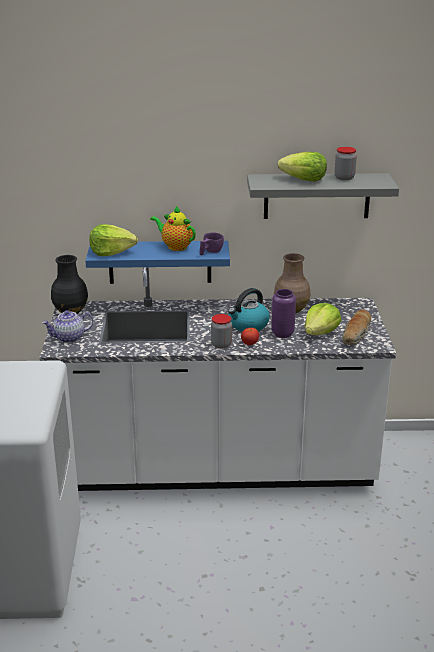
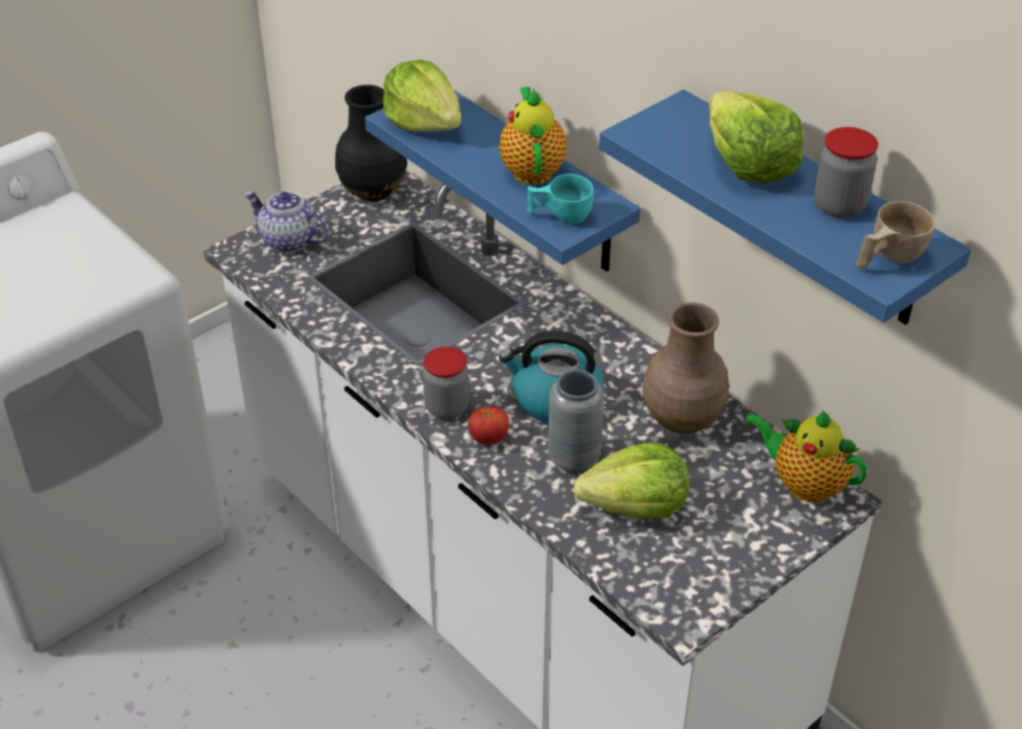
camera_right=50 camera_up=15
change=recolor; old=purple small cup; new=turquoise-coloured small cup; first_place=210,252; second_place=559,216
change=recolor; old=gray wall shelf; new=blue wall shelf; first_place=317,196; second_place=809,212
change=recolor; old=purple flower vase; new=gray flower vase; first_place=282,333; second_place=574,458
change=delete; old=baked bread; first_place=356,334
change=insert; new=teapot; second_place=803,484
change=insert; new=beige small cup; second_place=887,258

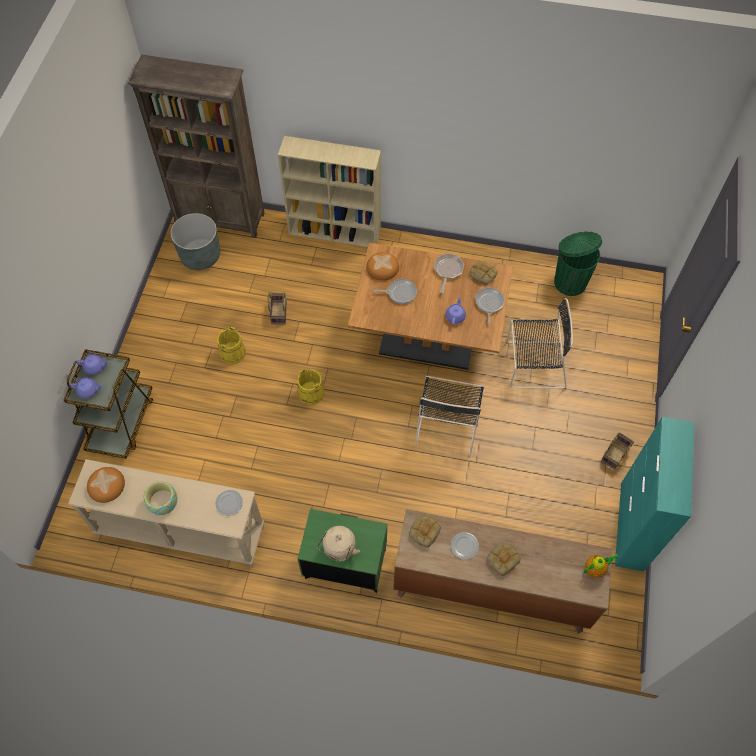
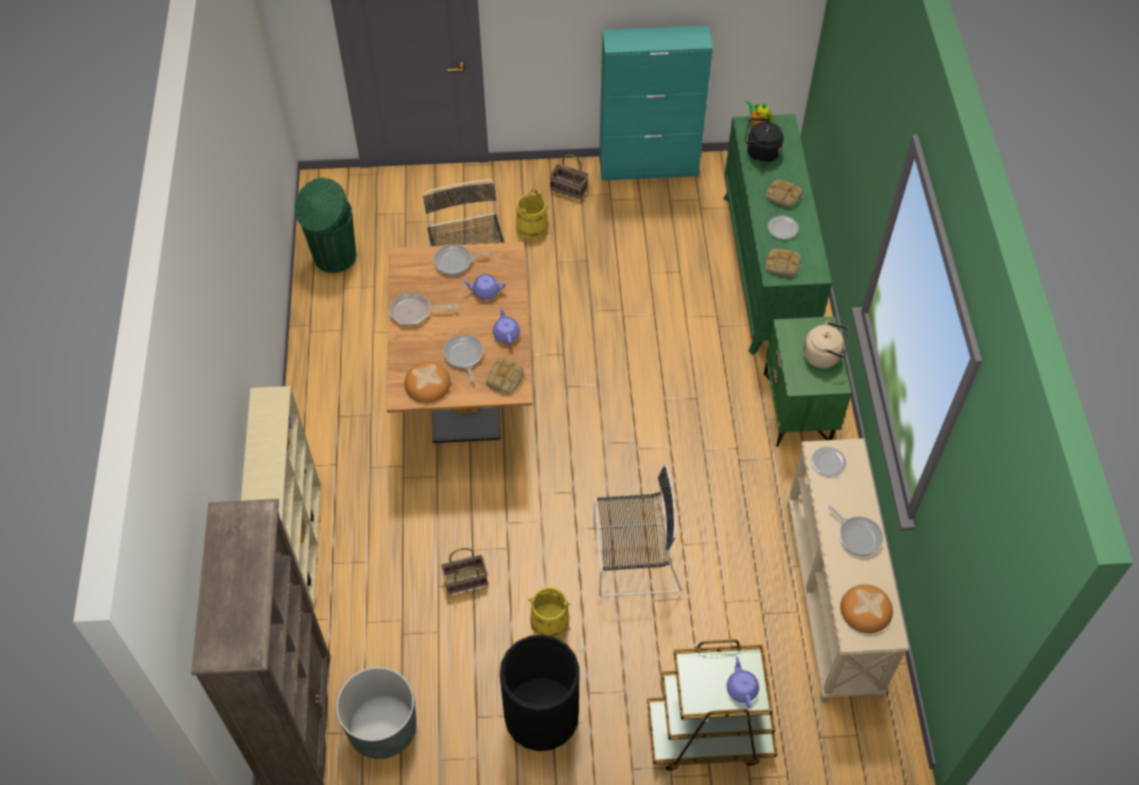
camera_right=-105 camera_up=-5
change=move; old=purple teapot; first_place=95,367; second_place=506,333
change=replace; old=bowl; new=pan; first_place=162,501; second_place=858,536
change=move; old=yellow-coloured pail; first_place=311,393; second_place=532,227
change=recolor; old=brown-coloured dresser; new=greenish dresser; first_place=491,588; second_place=766,271
change=move; old=black chair; first_place=447,423; second_place=632,559
change=move; old=baked bread; first_place=482,274; second_place=505,379
change=insert; new=black rubbish bin; second_place=541,716
change=insert; new=black tea kettle; second_place=760,152

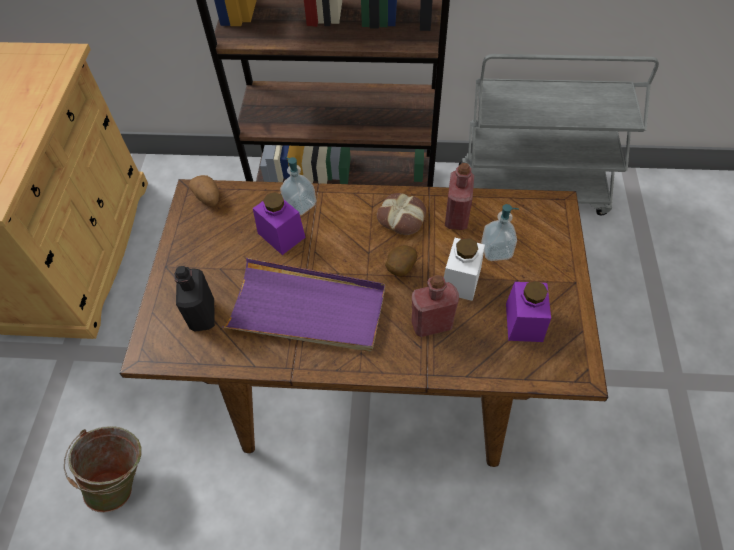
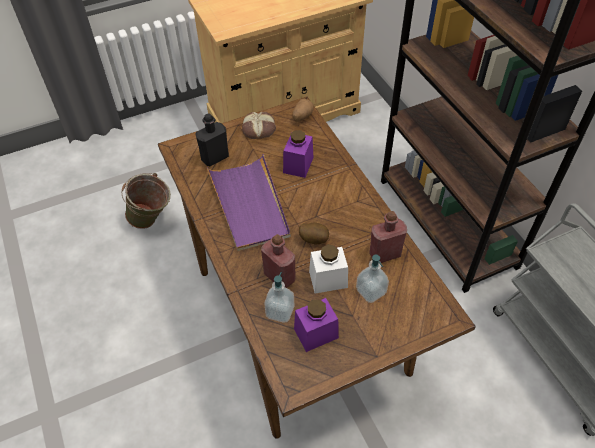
camera_right=60 camera_up=-5
change=move; old=soap bottle; first_place=300,205; second_place=280,311
change=move; old=baked bread; first_place=402,217; second_place=259,129

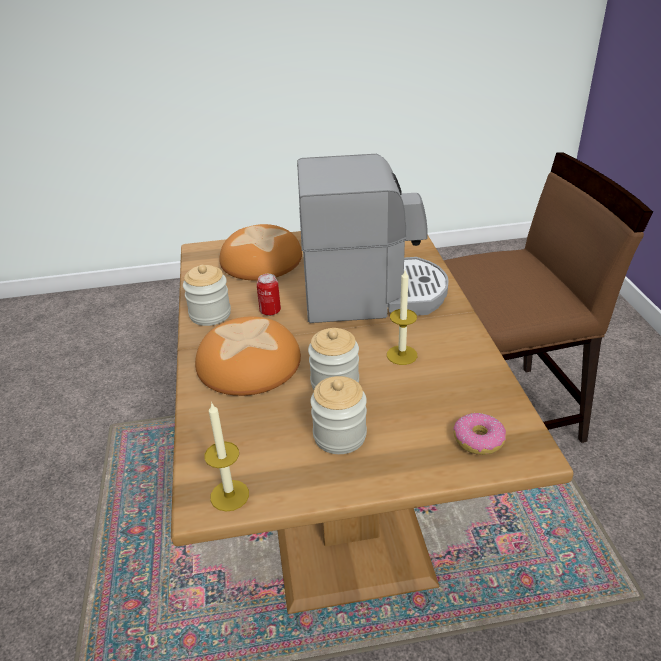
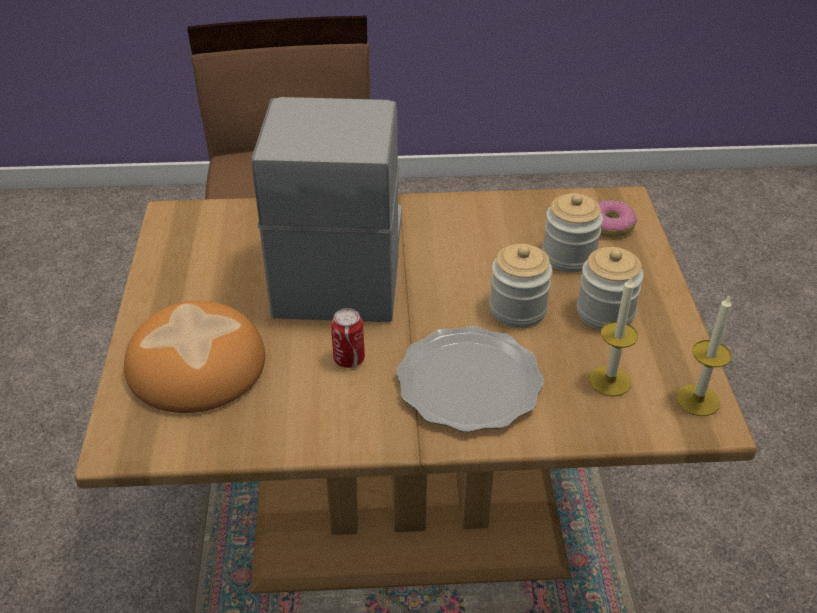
camera_right=-85 camera_up=5
change=move; old=jar; first_place=210,314; second_place=568,256
change=replace; old=baked bread; new=flat dish; first_place=248,364; second_place=469,383
change=move; old=wax candle; first_place=402,355; second_place=609,381

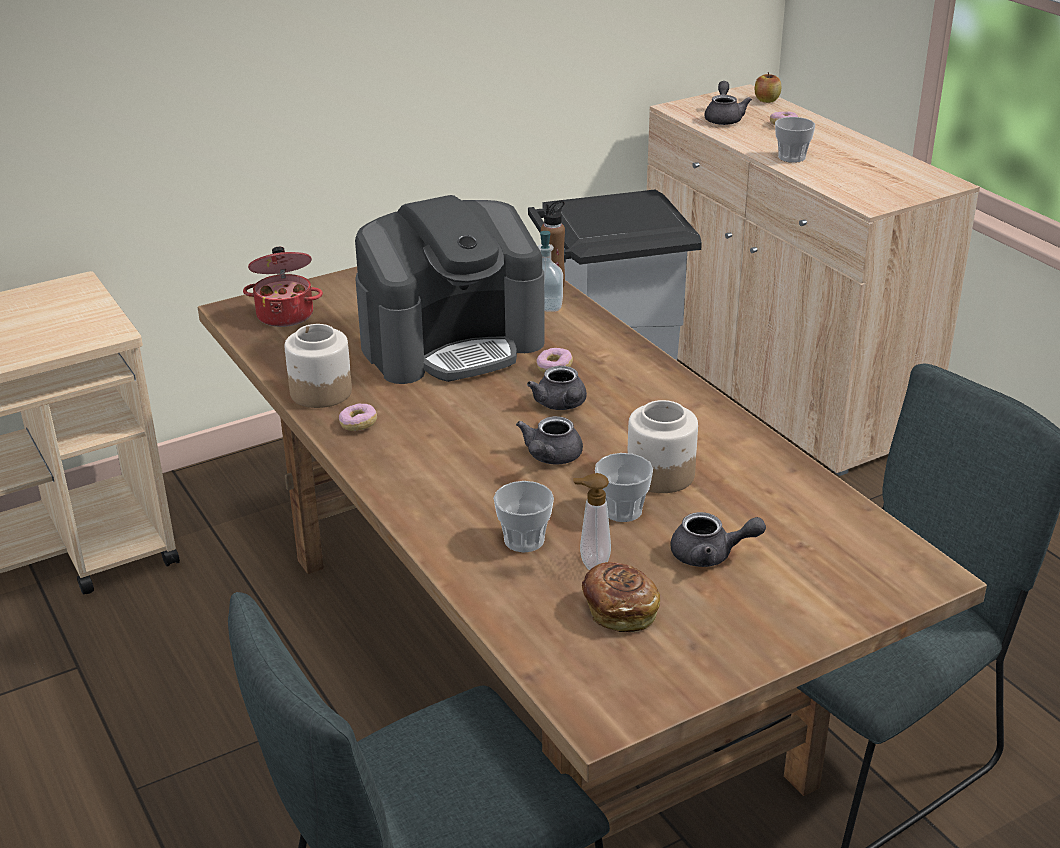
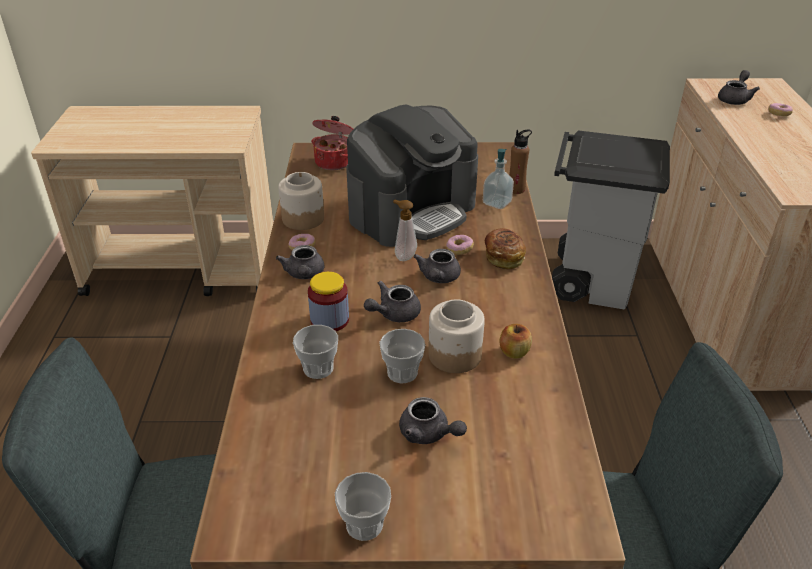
camera_right=30 camera_up=5
change=rotate; old=coffee maker; first_place=452,343; second_place=412,211; degrees=-45
change=move; old=soap bottle; first_place=591,563; second_place=404,256
change=move; old=baked bread; first_place=619,611; second_place=503,257
change=move; old=apple fruit; first_place=766,100; second_place=514,352
change=move; old=small cup; first_place=791,157; second_place=364,525
change=insert; new=gray teapot; second_place=304,274
change=insert; new=jar; second_place=329,320

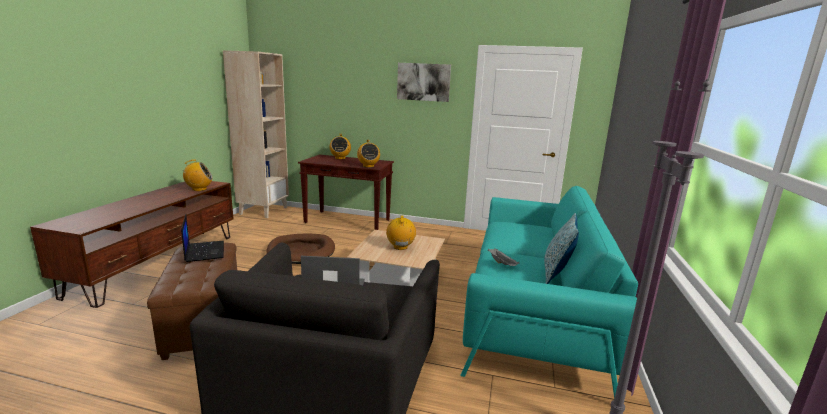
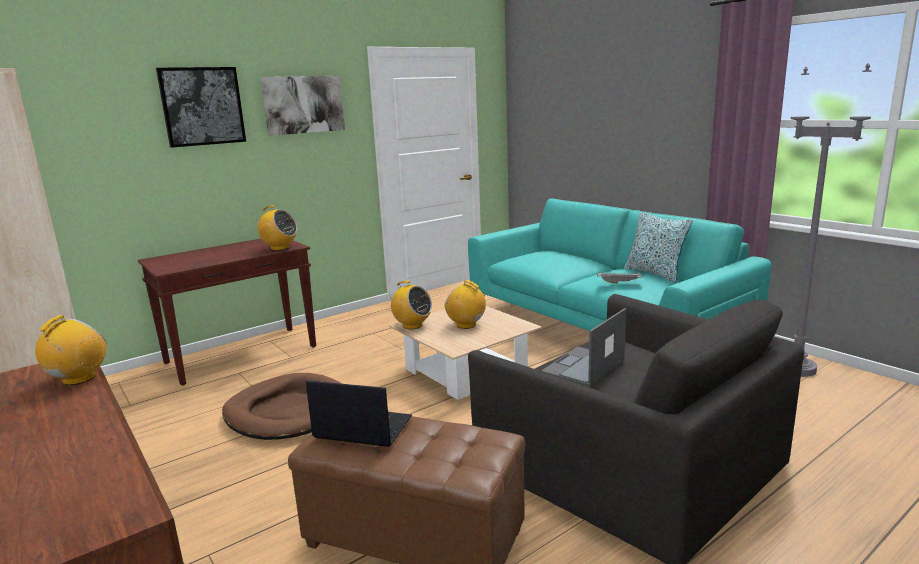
camera_right=-50 camera_up=0
change=move; old=radio set; first_place=340,158; second_place=412,325
change=insert; new=picture; second_place=202,106

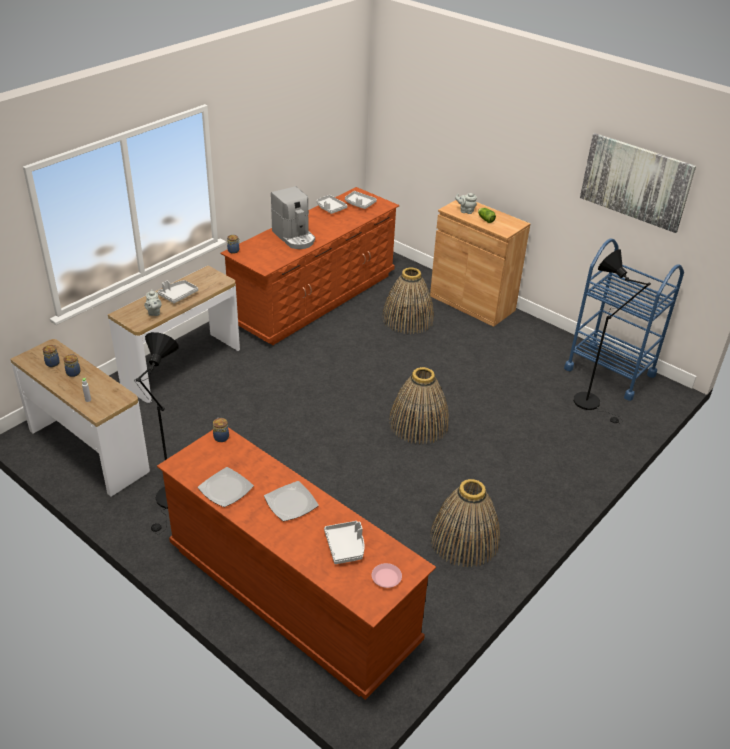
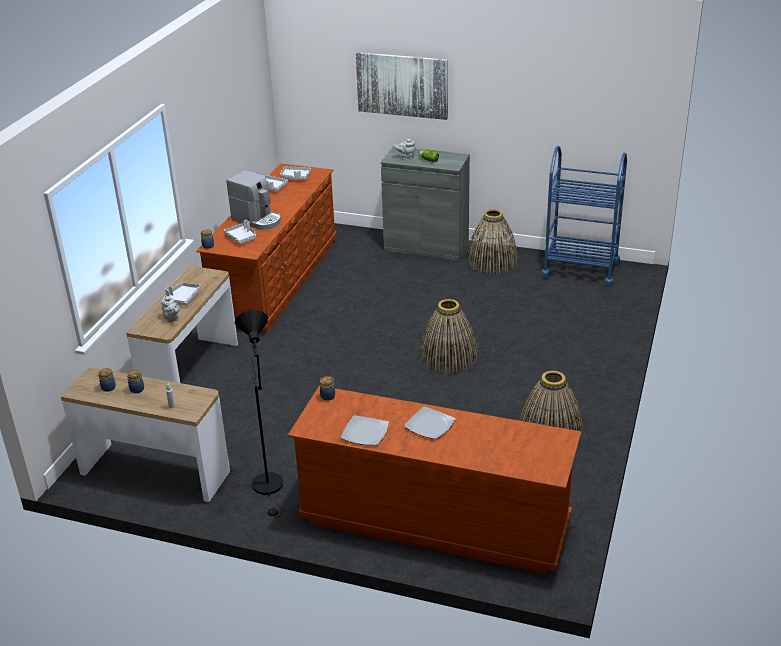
camera_right=-20 camera_up=-5
change=move; old=gray tray; first_place=345,546; second_place=242,237
change=delete; old=pink flat dish; first_place=386,577
change=move; old=household basket; first_place=407,319; second_place=492,261
change=recolor; old=brown-coloured cupboard; new=gray cupboard; first_place=472,303; second_place=426,246
change=delete; old=black standing lamp; first_place=591,404
change=move; old=picture; first_place=635,182; second_place=402,85

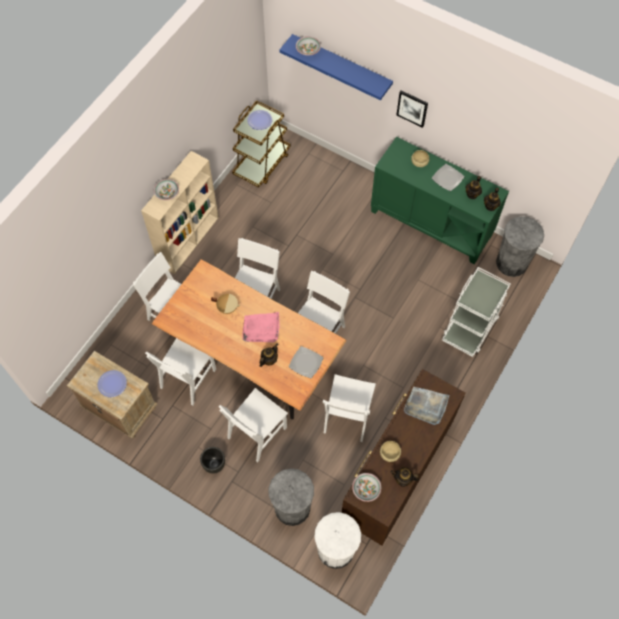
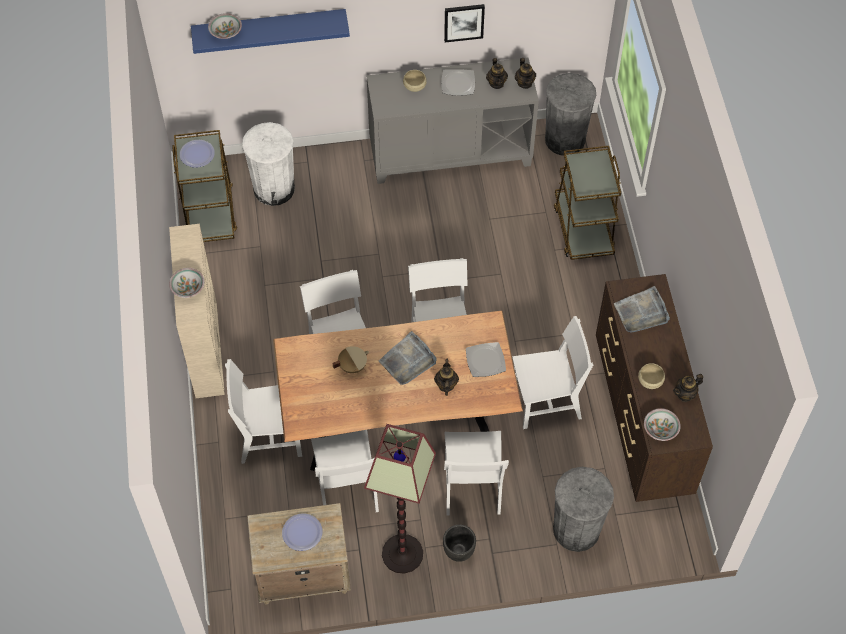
camera_right=-40 camera_up=-5
change=recolor; old=pink tray; new=gray tray; first_place=261,328; second_place=408,361
change=move; old=white-coloured rubbish bin; first_place=335,550; second_place=274,189
change=rotate; old=white-coloured chair; first_place=347,416; second_place=546,401; degrees=-75
change=recolor; old=greenish cupboard; new=gray cupboard; first_place=431,222; second_place=450,153
change=move; old=picture; first_place=412,108; second_place=464,22
change=recolor; old=white-coloured cart; new=brown-coloured cart; first_place=470,327; second_place=583,229
change=insert; new=standing lamp; second_place=402,554

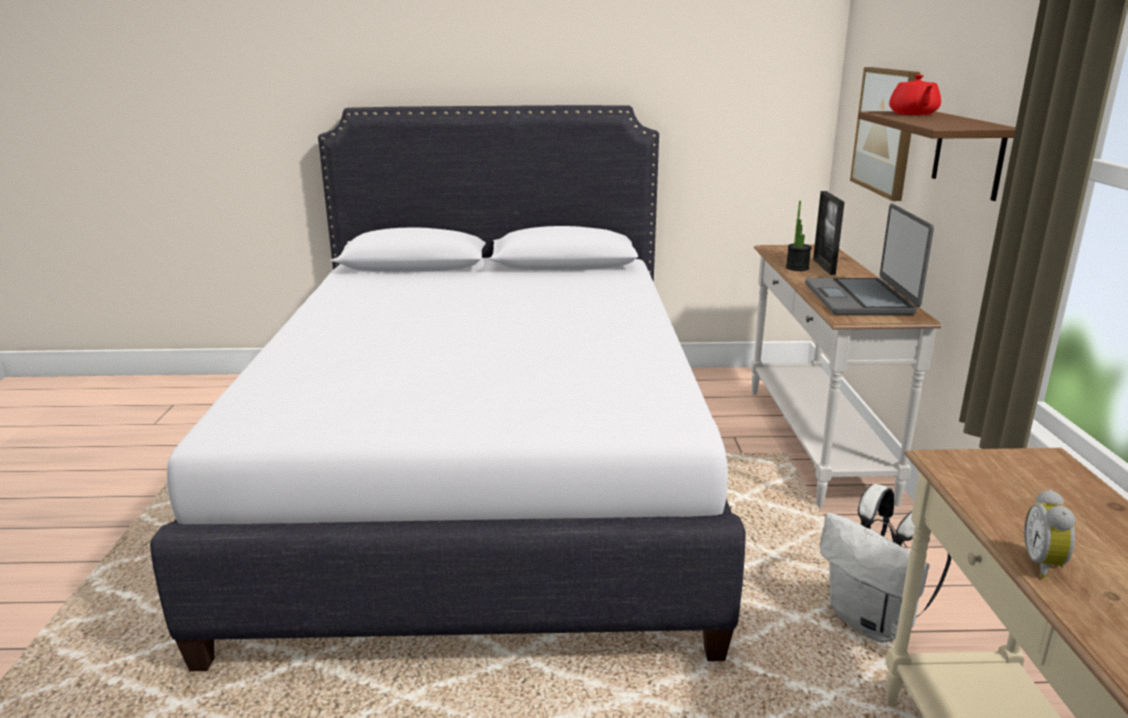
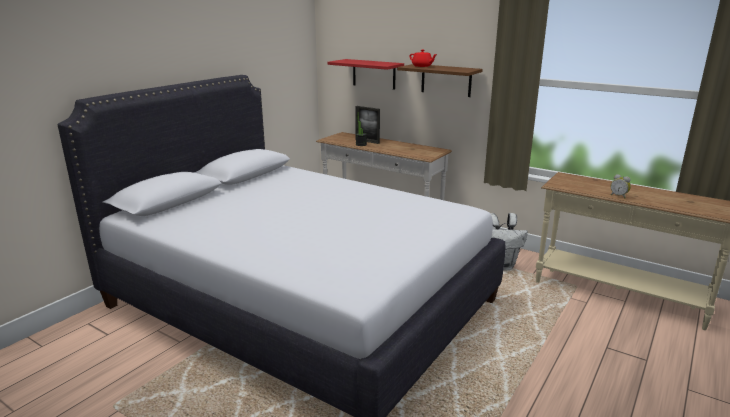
camera_right=-55 camera_up=0
change=delete; old=laptop; first_place=860,299
change=replace; old=picture; new=red-coloured wall shelf; first_place=886,131; second_place=374,74

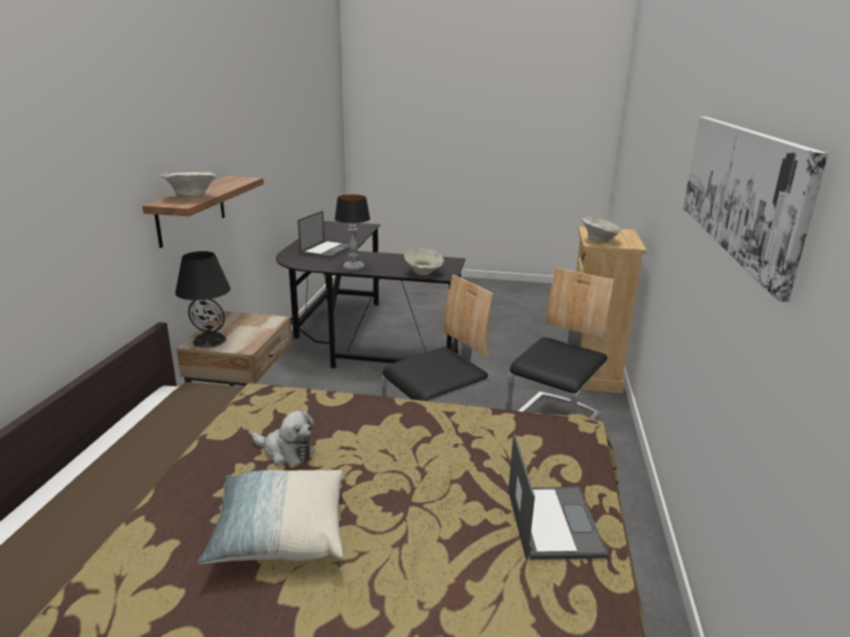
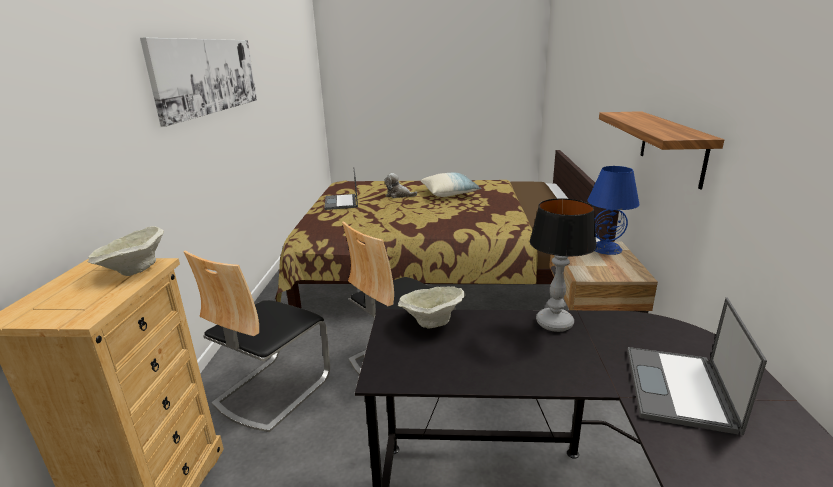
camera_right=175 camera_up=0
change=delete; old=beige bowl; first_place=191,197
change=recolor; old=black tabletop lamp; new=blue tabletop lamp; first_place=209,340; second_place=606,248
change=move; old=cuddly toy; first_place=286,452; second_place=398,195

